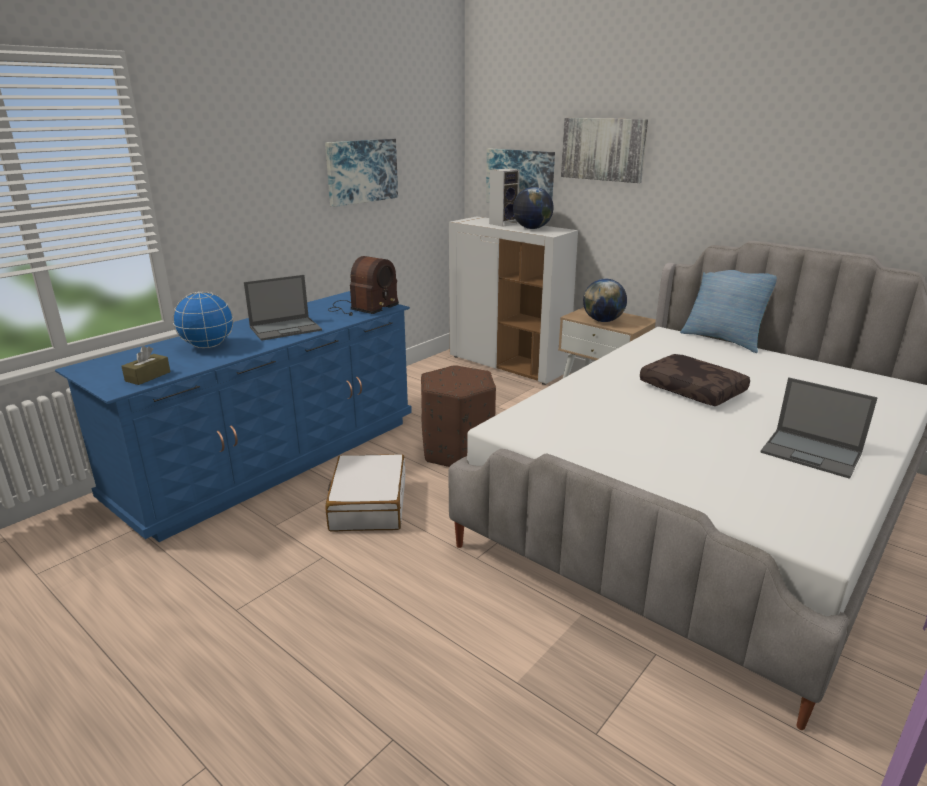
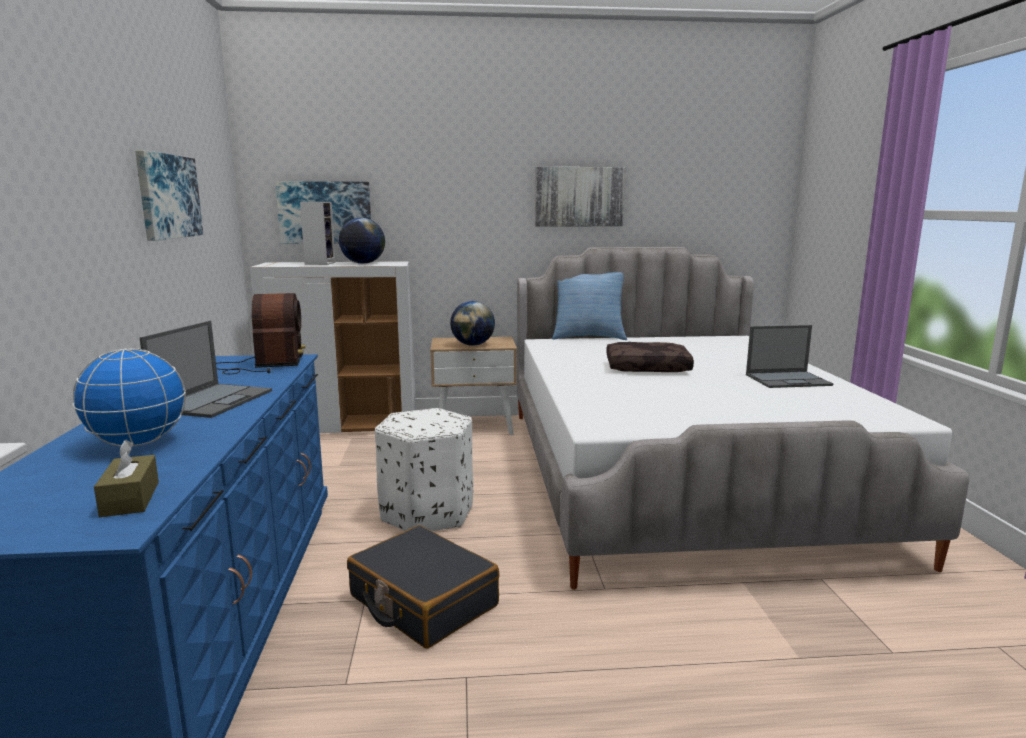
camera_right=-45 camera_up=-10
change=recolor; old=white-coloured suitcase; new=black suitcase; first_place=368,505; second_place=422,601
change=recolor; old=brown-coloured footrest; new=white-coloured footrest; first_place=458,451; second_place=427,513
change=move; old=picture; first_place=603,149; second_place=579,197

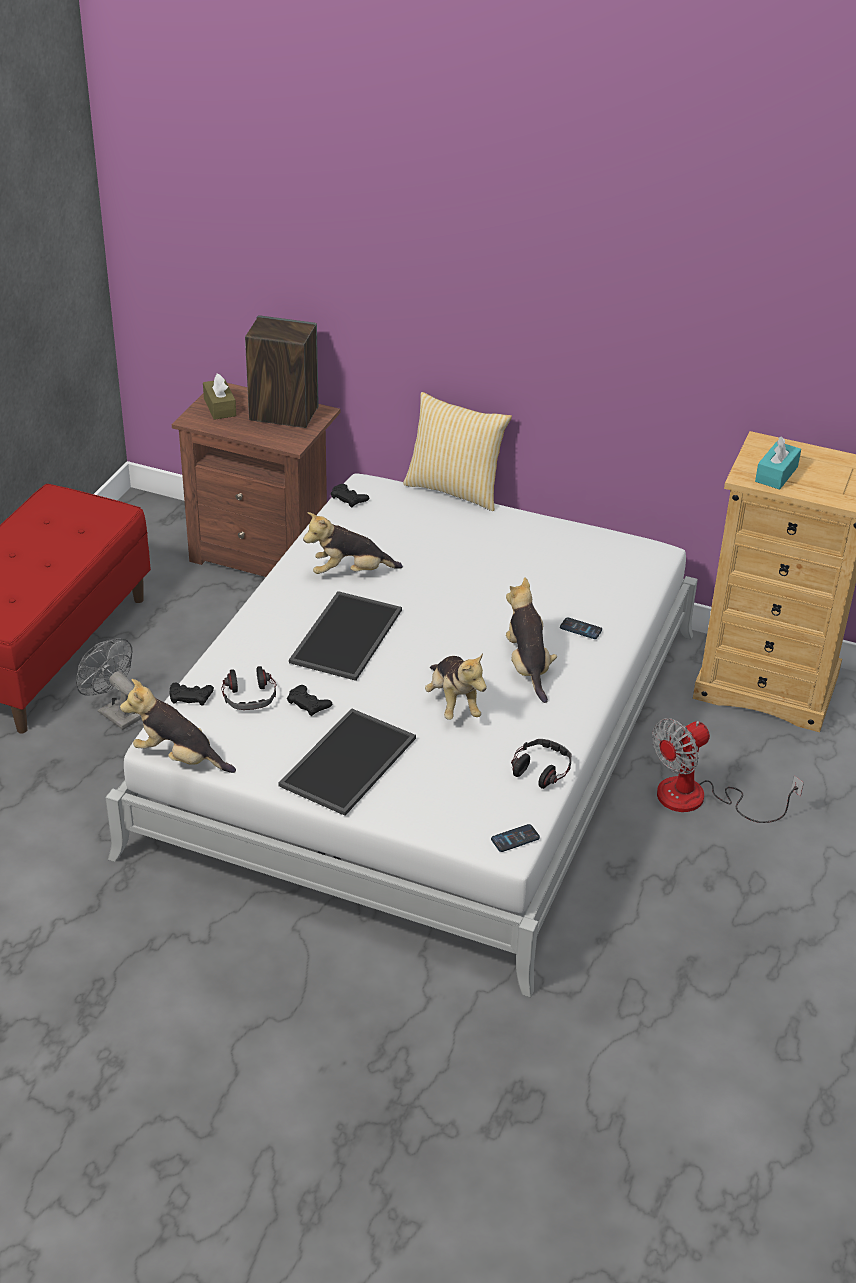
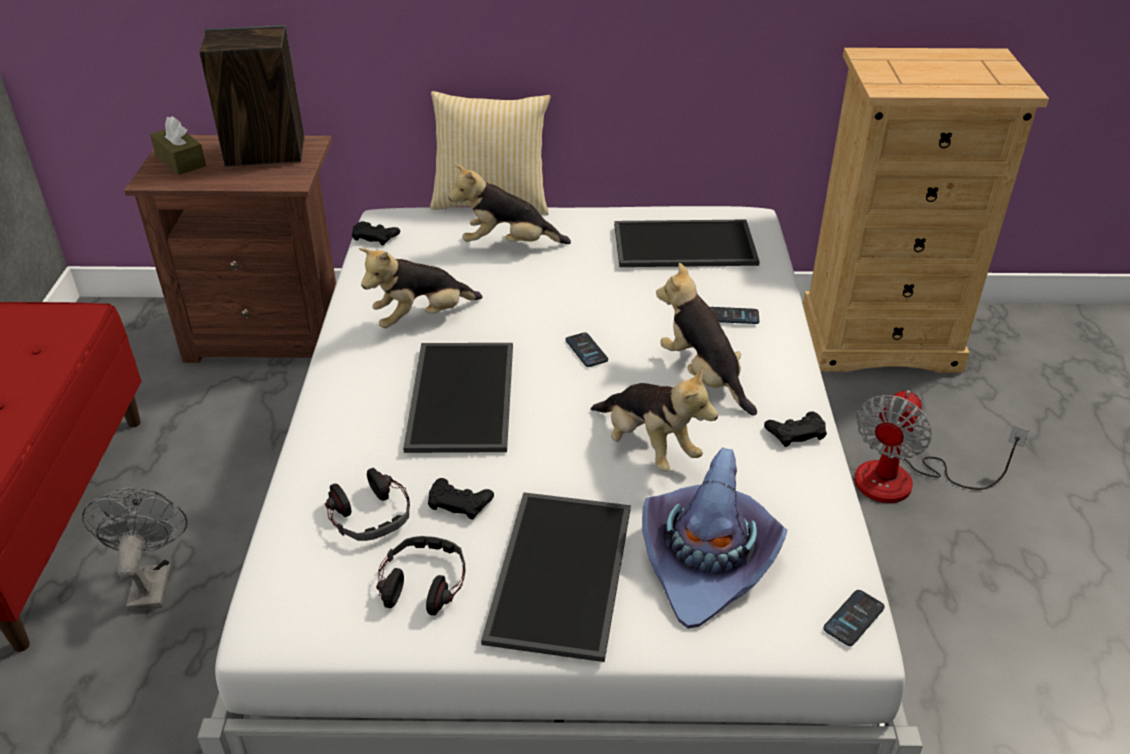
camera_right=-20 camera_up=0
change=rotate; old=gray electric fan; first_place=114,713; second_place=151,581; degrees=60
change=move; old=cuddly toy; first_place=178,758; second_place=508,244
change=move; old=black joypad; first_place=190,696; second_place=796,432
change=move; old=pair of headphones; first_place=541,769; second_place=422,582
change=delete; old=turquoise-coloured tissue box; first_place=776,474
change=insert; new=phone; second_place=586,350
change=insert; new=tray; second_place=683,246
change=insert; new=purple clothing hat; second_place=708,559

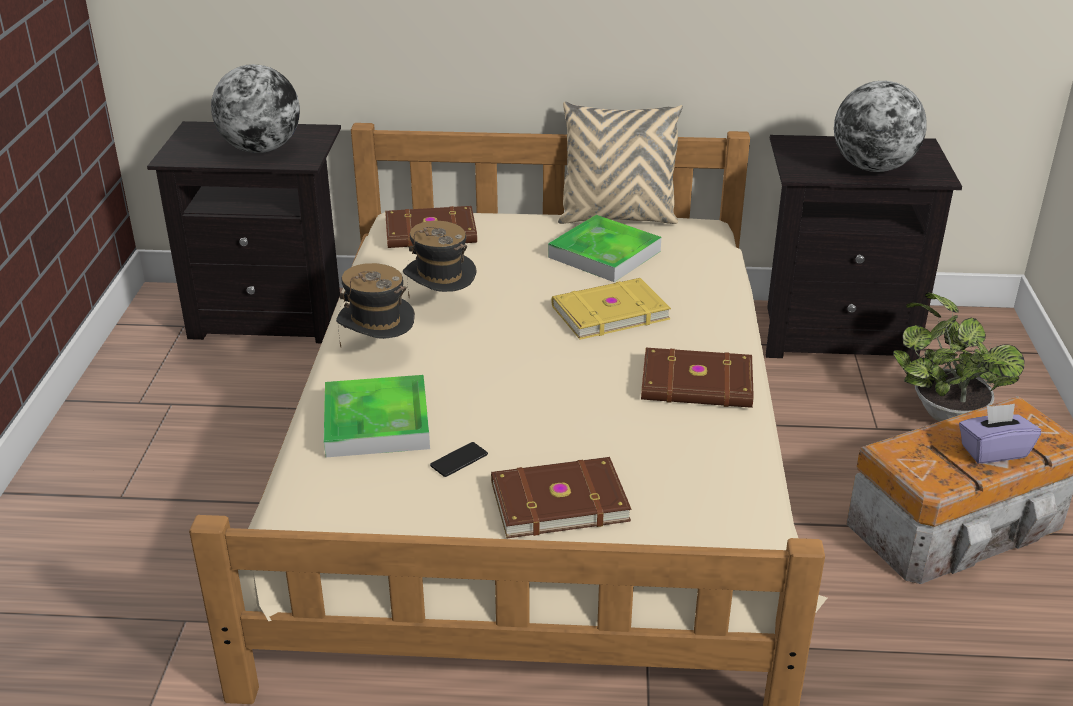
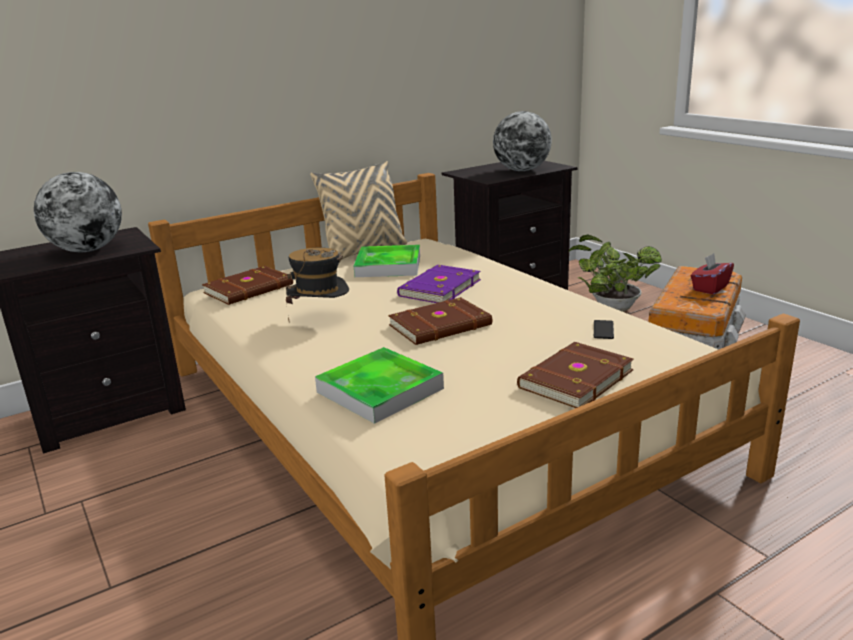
camera_right=-35 camera_up=-10
change=delete; old=clothing hat; first_place=378,353
change=move; old=phone; first_place=459,460; second_place=603,330
change=recolor; old=yellow-coloured bound book; new=purple bound book; first_place=608,312; second_place=438,288
change=move; old=brown-coloured bound book; first_place=697,385; second_place=441,326
change=recolor; old=purple tissue box; new=red-coloured tissue box; first_place=993,451; second_place=710,288

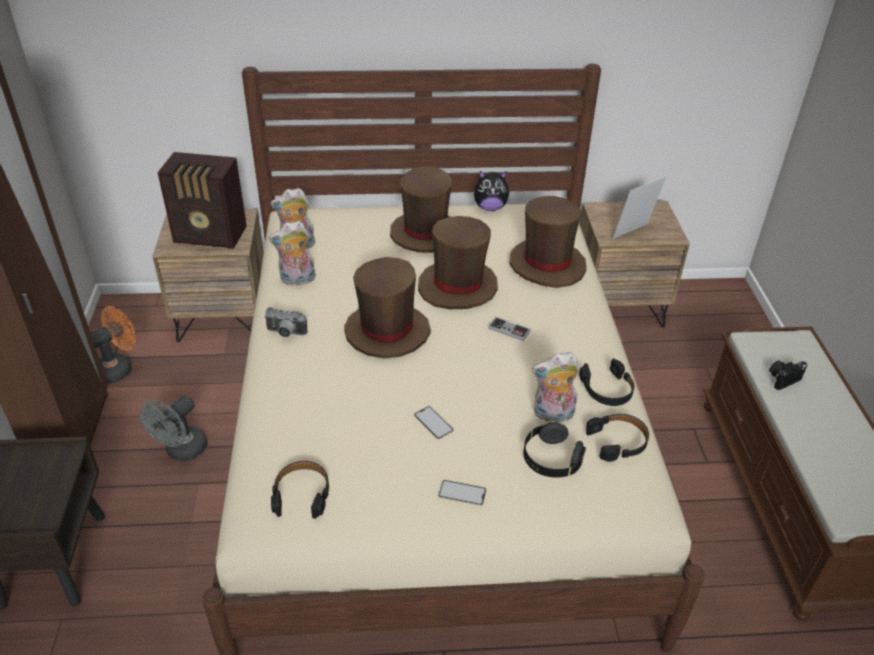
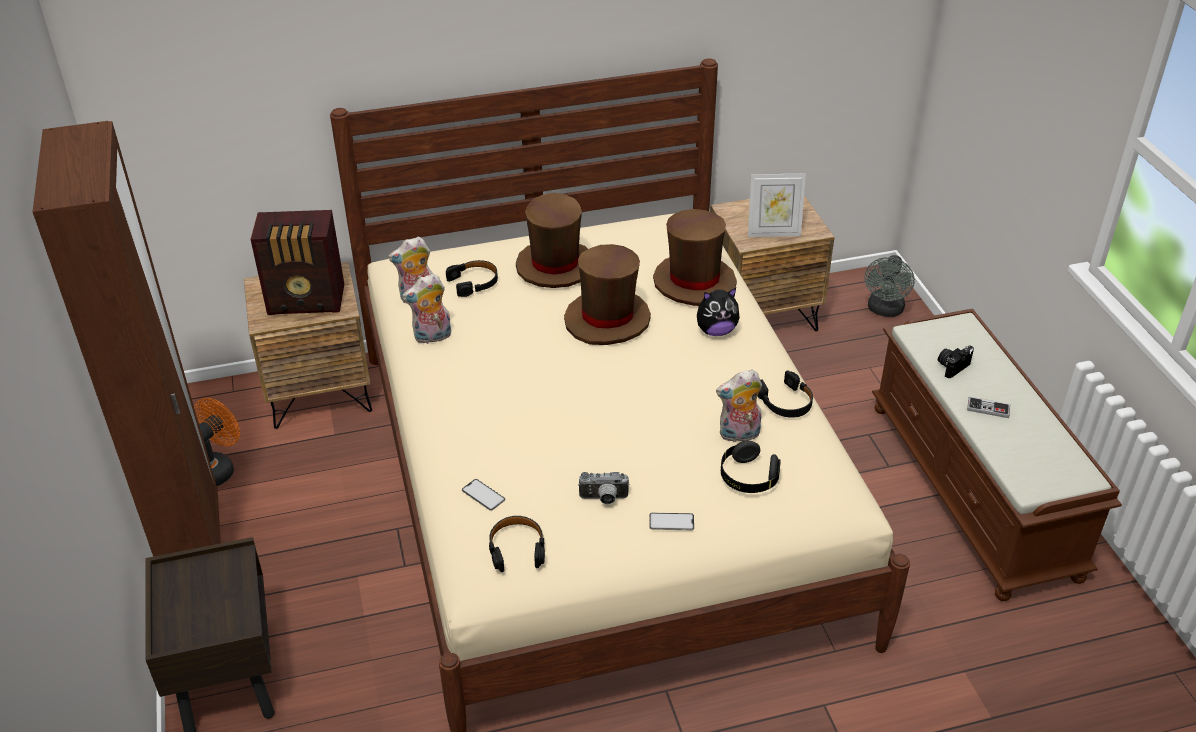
camera_right=-10 camera_up=0
change=move; old=gray electric fan; first_place=182,451; second_place=885,310
change=move; old=still camera; first_place=285,333; second_place=604,499
change=delete; old=brown-coloured clothing hat; first_place=387,332
change=move; old=phone; first_place=433,422; second_place=483,495
change=move; old=cuddly toy; first_place=490,208; second_place=716,331
change=move; old=joypad; first_place=509,330; second_place=988,408
change=move; old=black pair of headphones; first_place=618,441; second_place=474,282
change=rotate; old=picture frame; first_place=633,233; second_place=773,233; degrees=-135

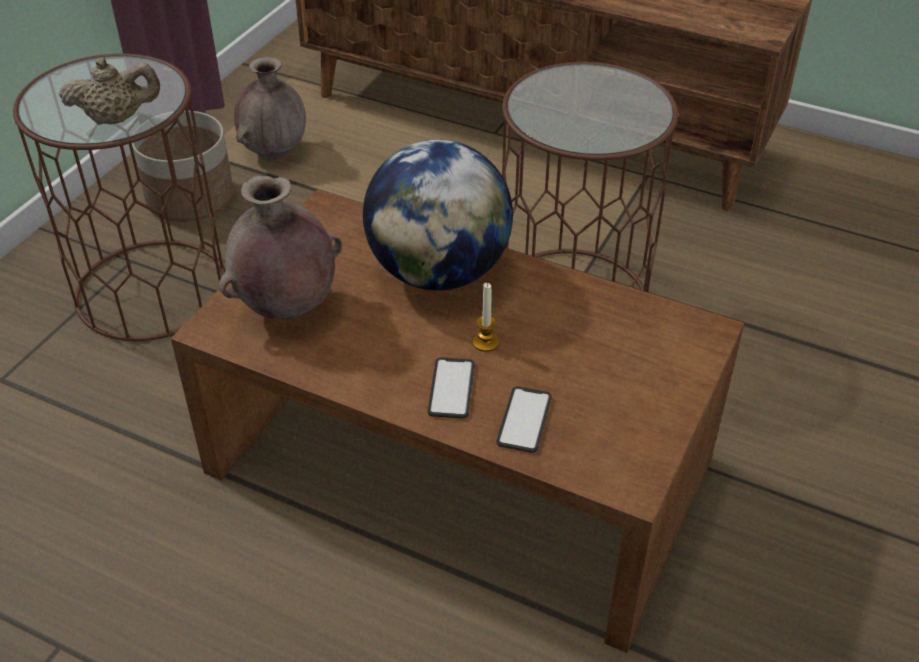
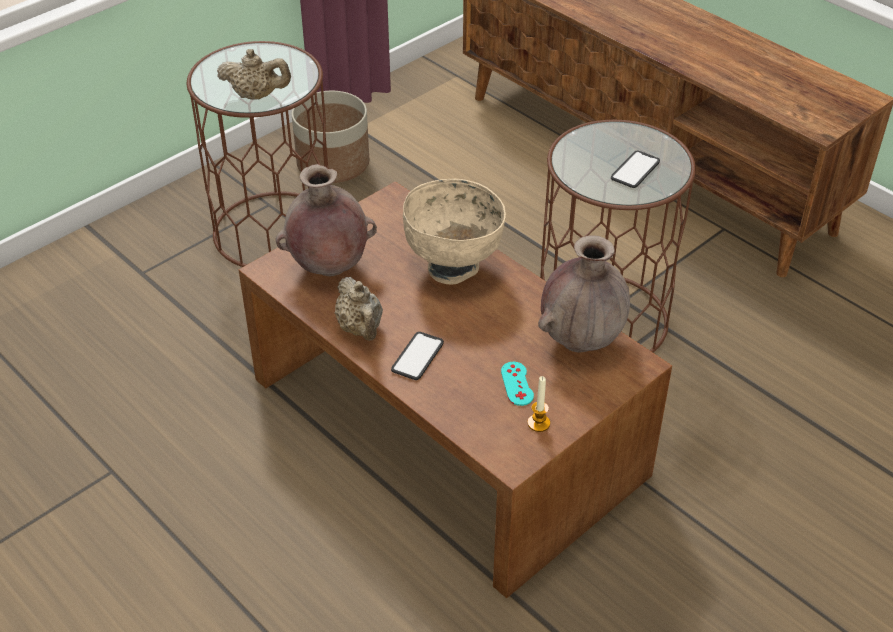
camera_right=20 camera_up=0
change=move; old=brown-coloured flower vase; first_place=275,152; second_place=581,341
change=replace; old=world globe; new=beige bowl; first_place=438,272; second_place=453,267
change=move; old=wax candle; first_place=485,342; second_place=538,423
change=move; old=phone; first_place=524,420; second_place=635,170
change=insert; new=beige teapot; second_place=360,329
change=insert; new=turquoise-coloured joypad; second_place=517,384

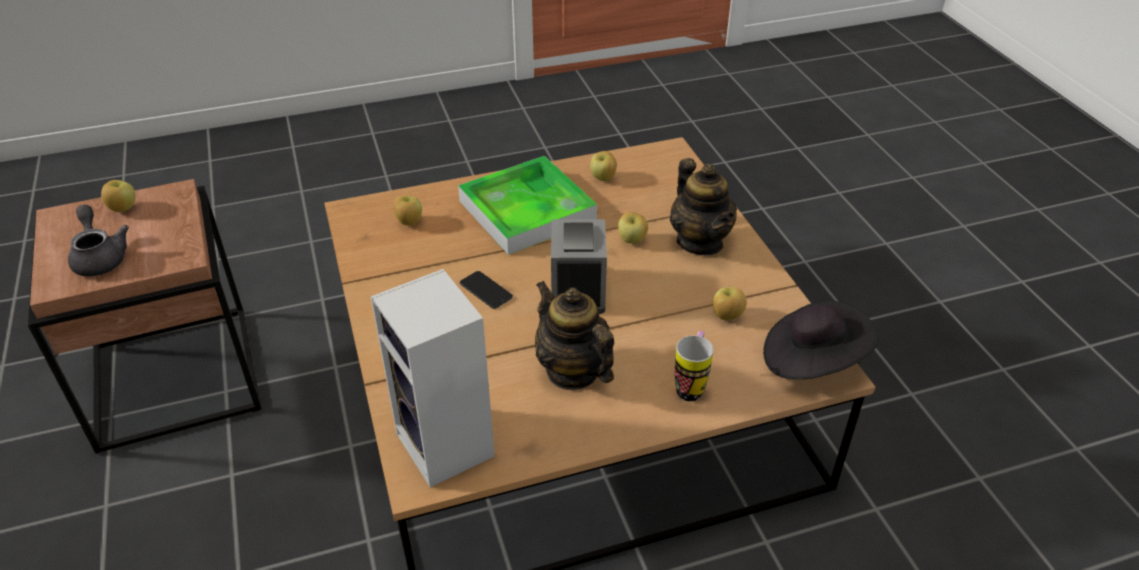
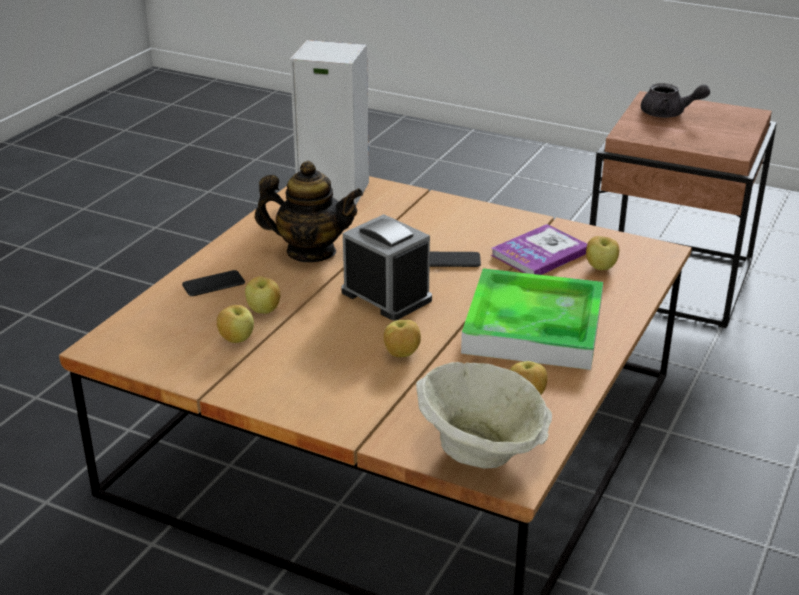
camera_right=135 camera_up=-10
change=move; old=apple fruit; first_place=123,209; second_place=264,311
change=delete; old=teapot; first_place=700,241
change=replace; old=coffee mug; new=phone; first_place=691,385; second_place=213,284
change=delete; old=black clothing hat; first_place=812,359
change=insert; new=beige bowl; second_place=482,452
change=insert; new=bound book; second_place=540,253

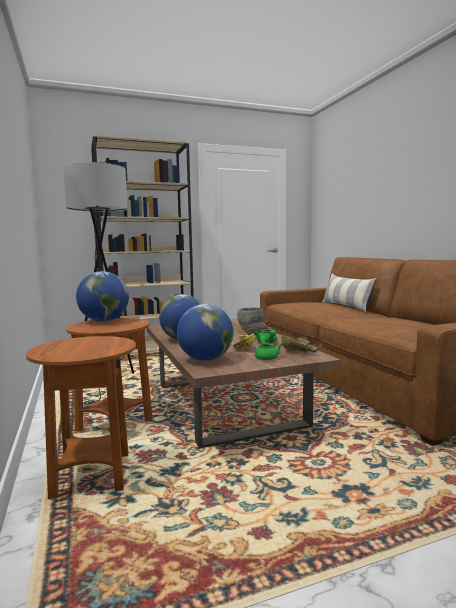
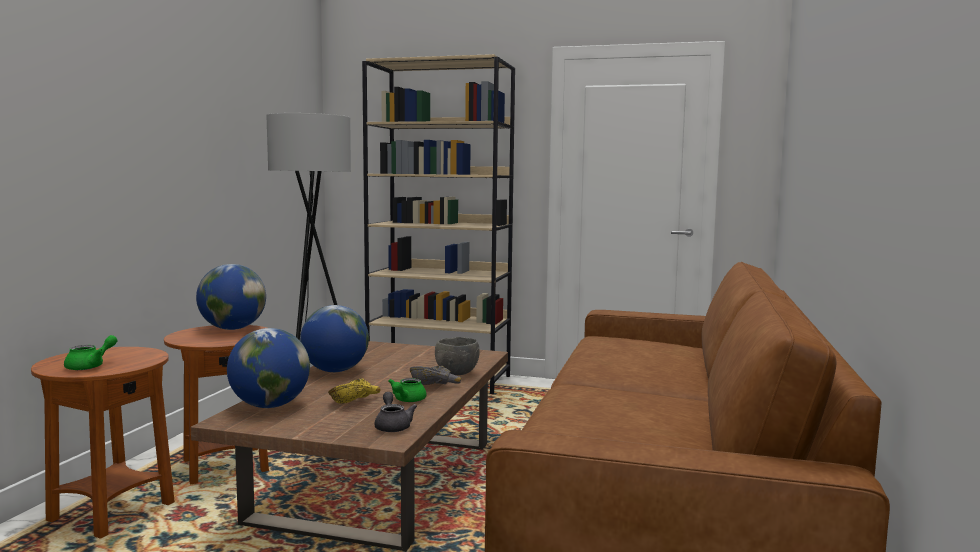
camera_right=35 camera_up=0
change=move; old=greenish teapot; first_place=266,357; second_place=90,366
change=replace; old=brown-coloured bowl; new=gray teapot; first_place=299,352; second_place=392,426
change=delete; old=cushion; first_place=346,306

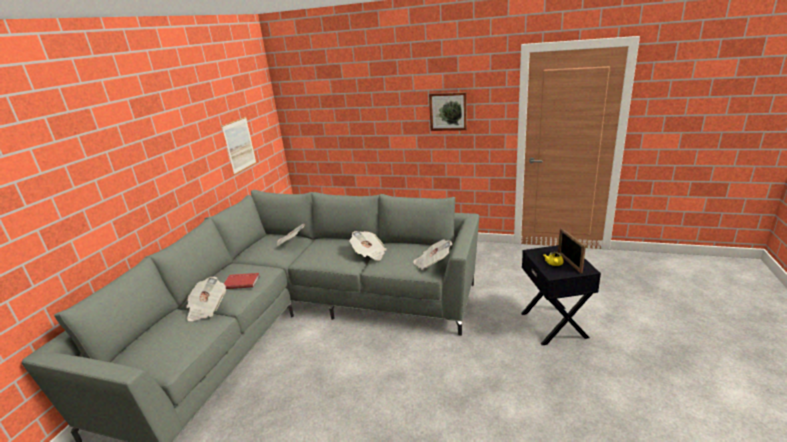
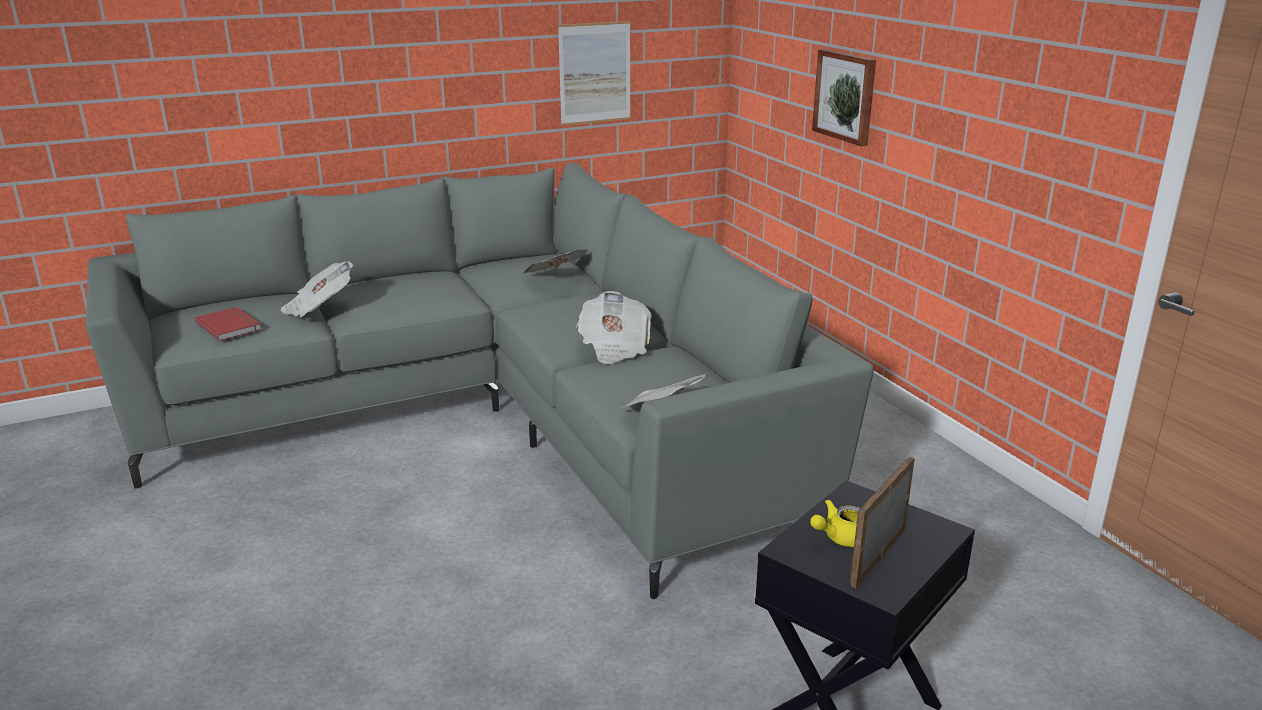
camera_right=45 camera_up=0
change=move; old=red-coloured bound book; first_place=241,281; second_place=230,325
change=move; old=picture; first_place=448,111; second_place=845,96

